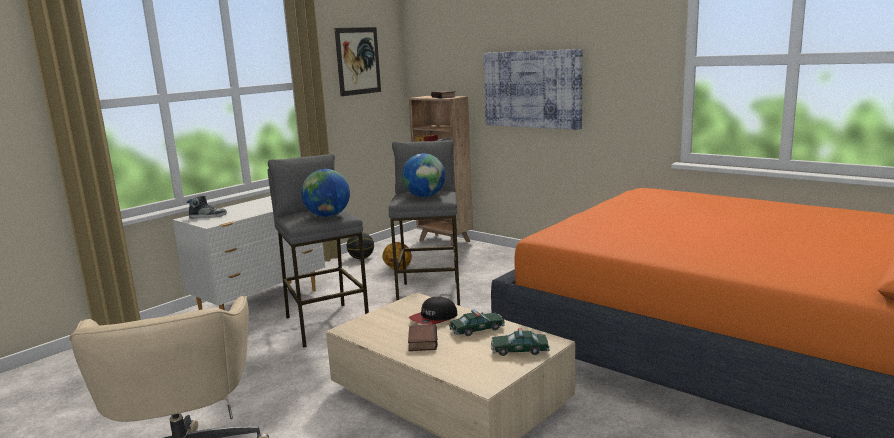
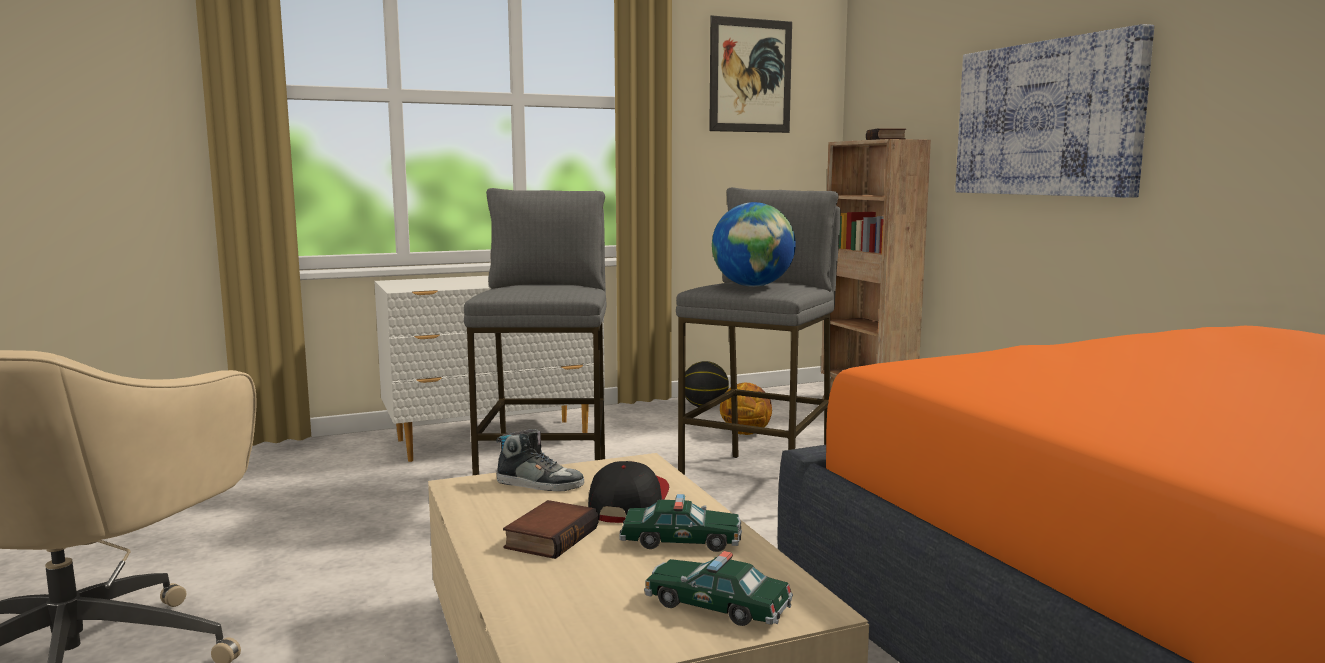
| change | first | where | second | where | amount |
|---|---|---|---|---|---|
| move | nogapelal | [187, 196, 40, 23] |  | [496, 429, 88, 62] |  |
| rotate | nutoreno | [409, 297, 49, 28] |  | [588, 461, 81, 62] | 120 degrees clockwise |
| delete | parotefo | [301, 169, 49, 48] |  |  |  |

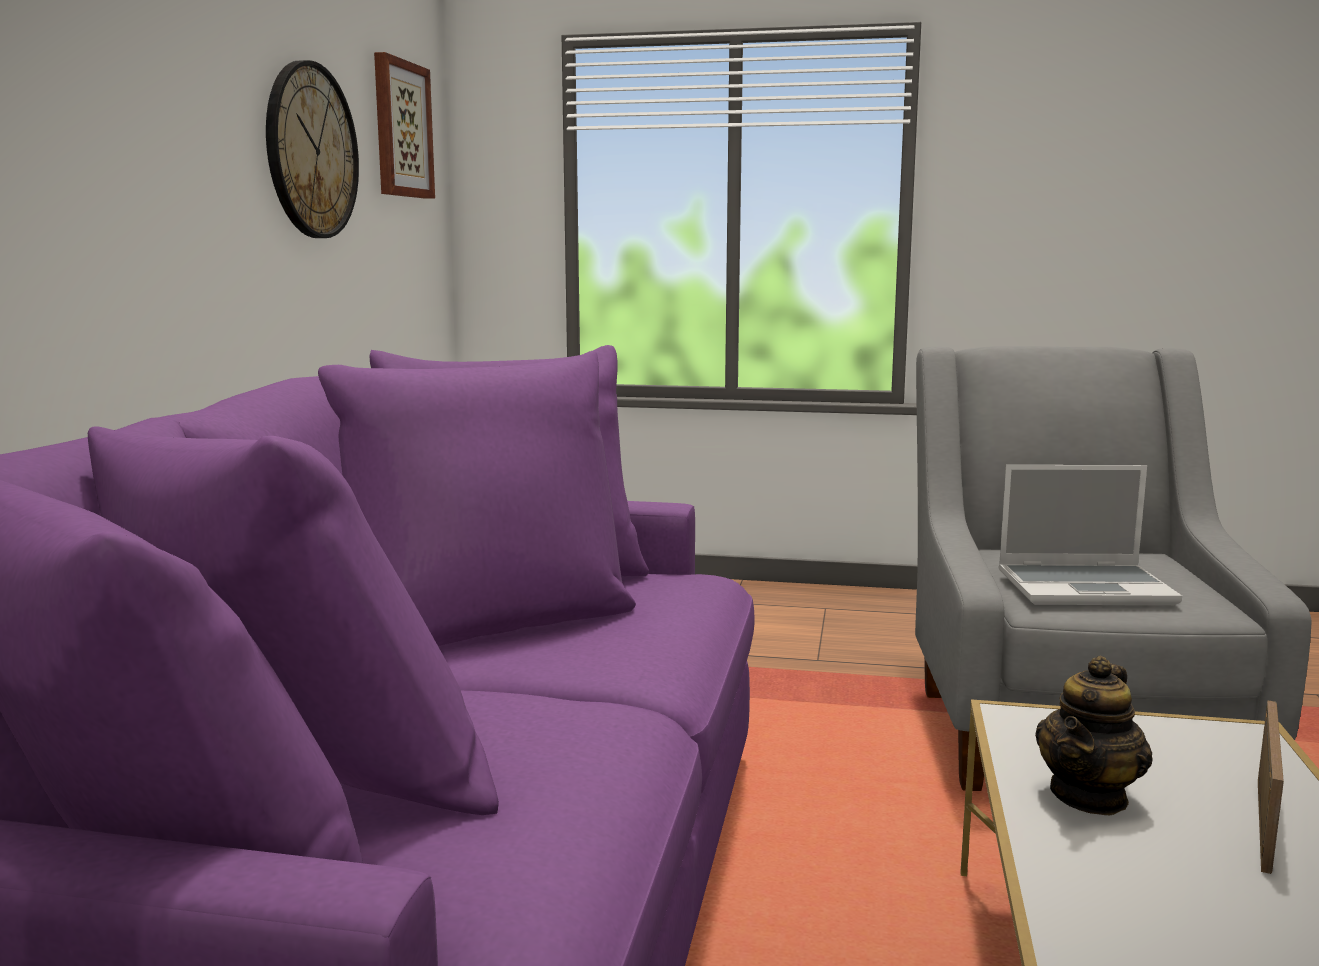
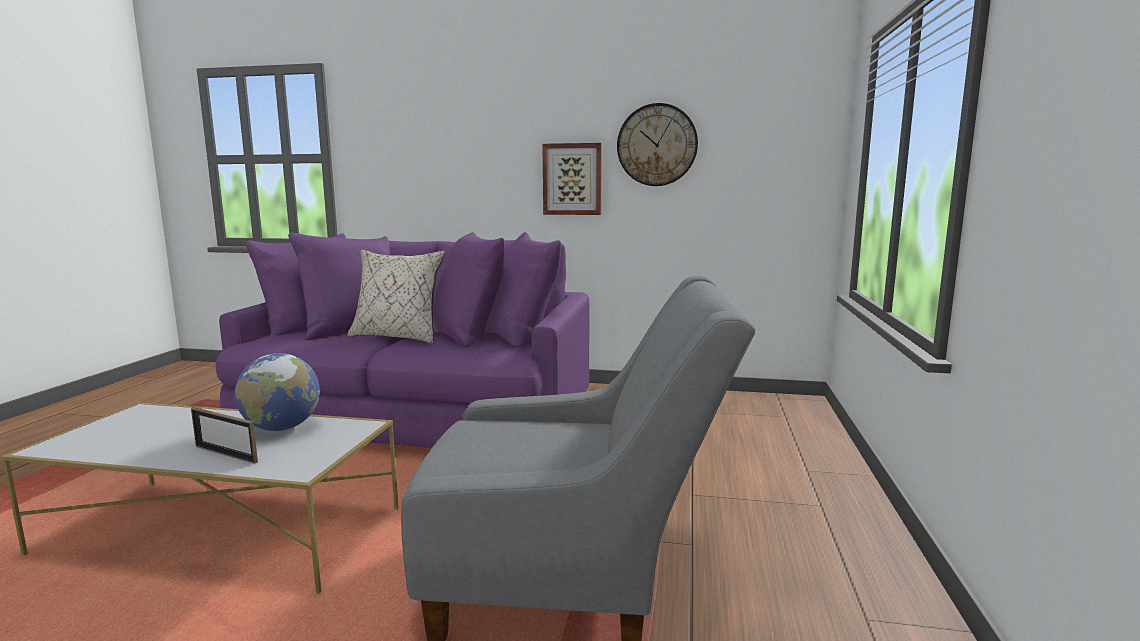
| change | first | where | second | where | amount |
|---|---|---|---|---|---|
| replace | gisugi | [1035, 655, 118, 161] | parotefo | [235, 353, 85, 78] |  |
| insert |  |  | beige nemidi | [348, 250, 97, 94] |  |
| move | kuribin | [374, 52, 61, 147] |  | [542, 143, 60, 72] |  |
| delete | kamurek | [999, 465, 183, 140] |  |  |  |

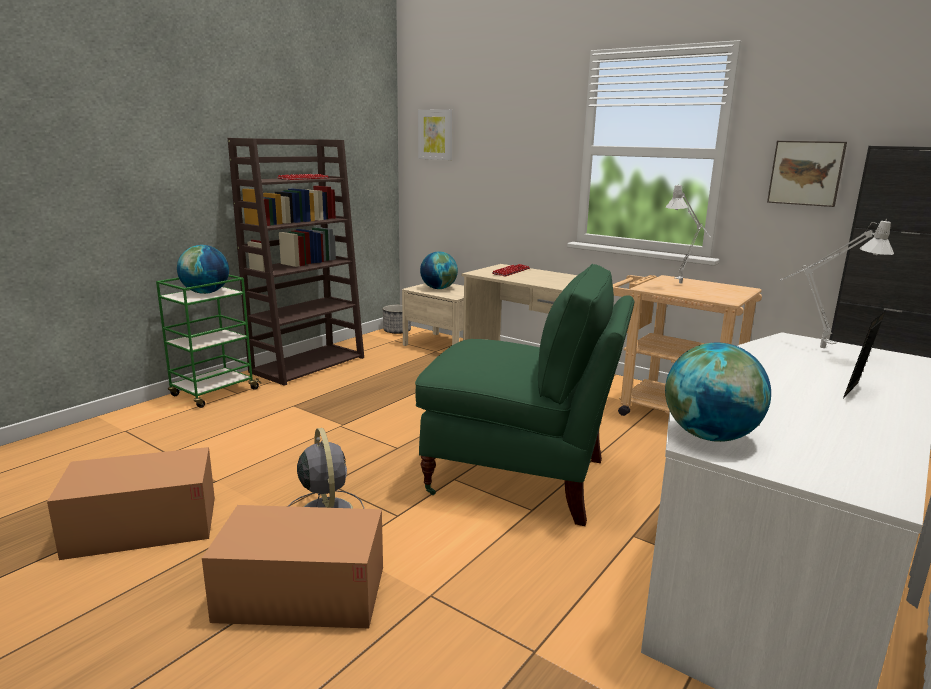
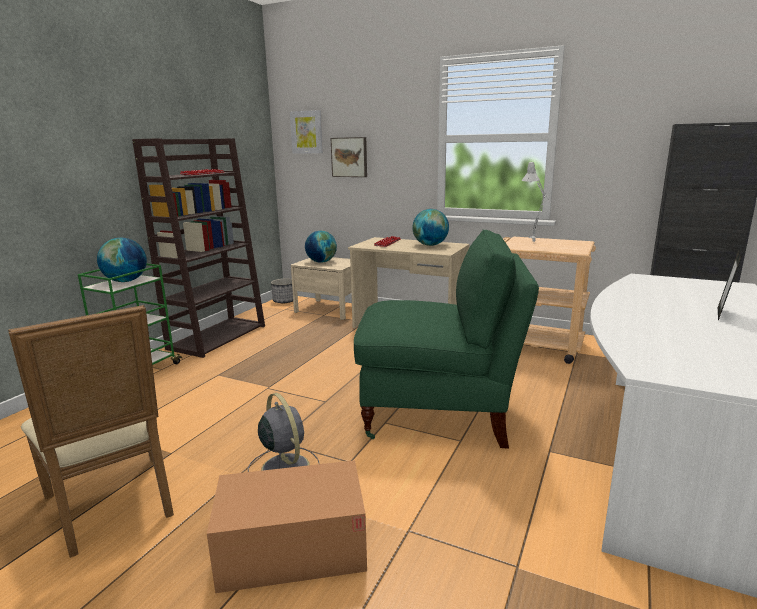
| change | first | where | second | where | amount |
|---|---|---|---|---|---|
| replace | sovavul | [47, 447, 168, 113] | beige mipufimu | [8, 305, 166, 253] |  |
| move | kuribin | [767, 141, 80, 66] |  | [330, 137, 37, 40] |  |
| move | parotefo | [665, 342, 106, 100] |  | [412, 209, 37, 37] |  |
| delete | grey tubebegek | [780, 219, 114, 129] |  |  |  |

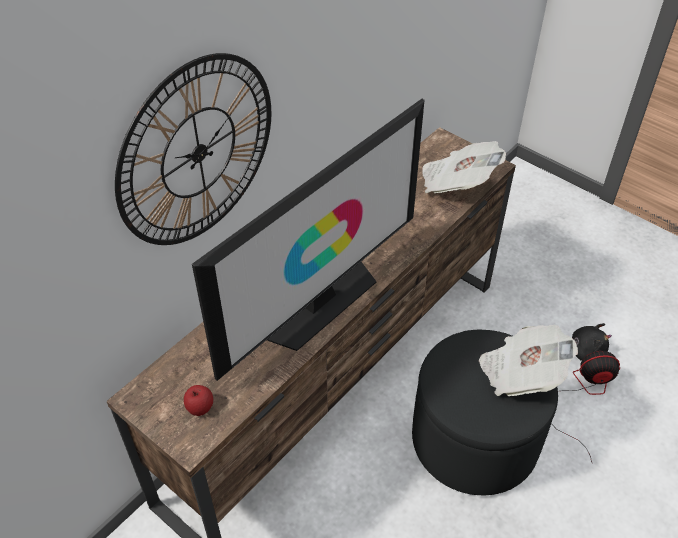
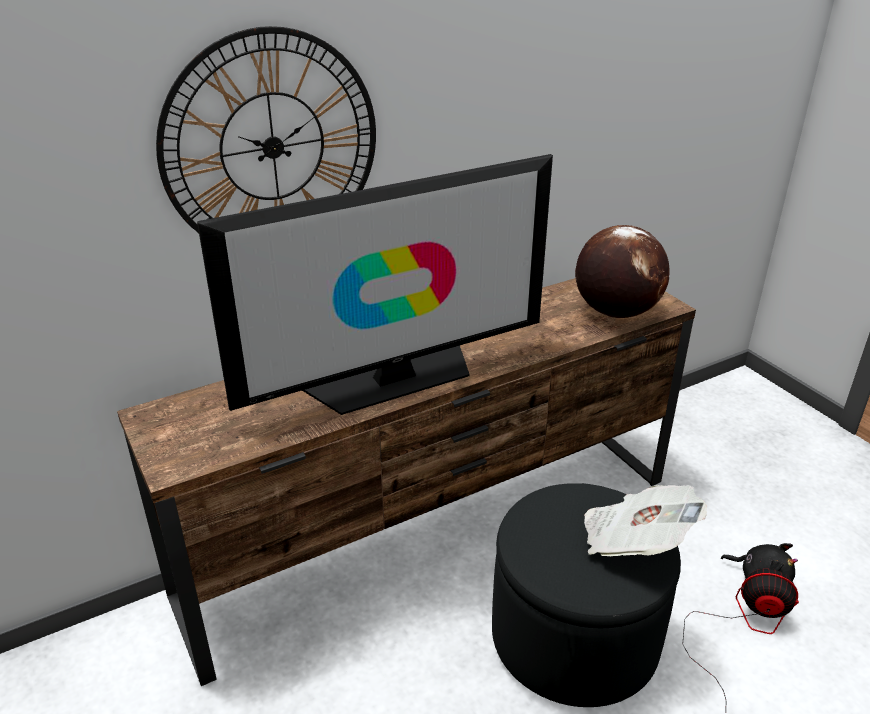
| change | first | where | second | where | amount |
|---|---|---|---|---|---|
| replace | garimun | [422, 141, 84, 52] | parotefo | [575, 225, 95, 93] |  |
| delete | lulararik | [184, 385, 29, 31] |  |  |  |

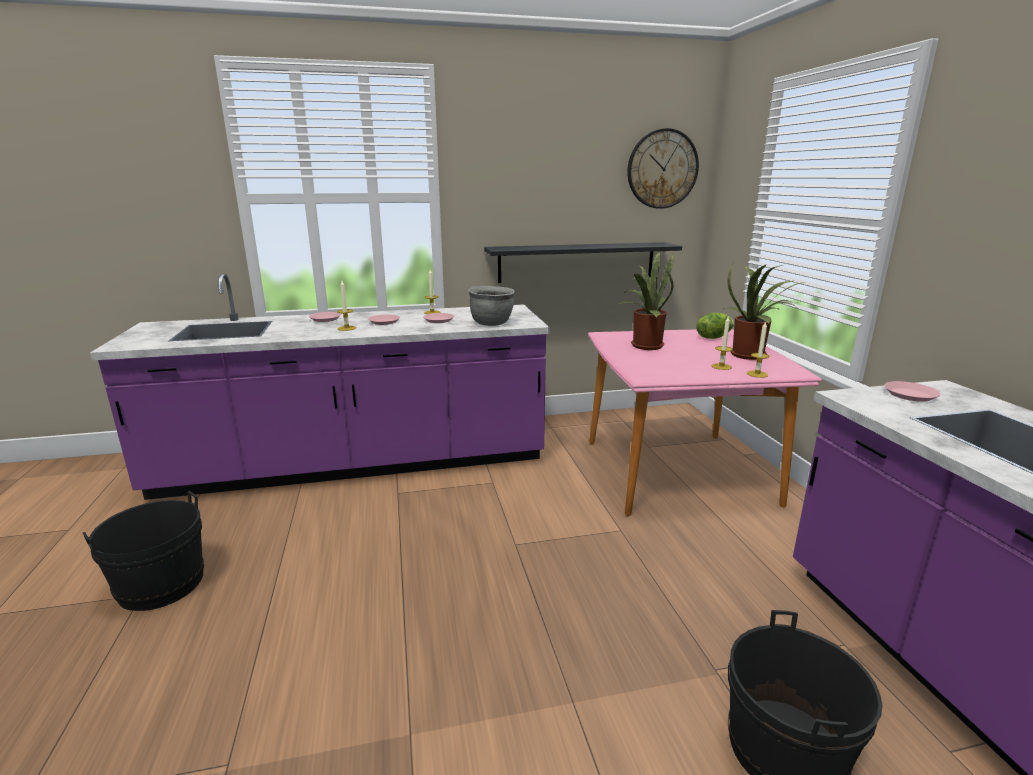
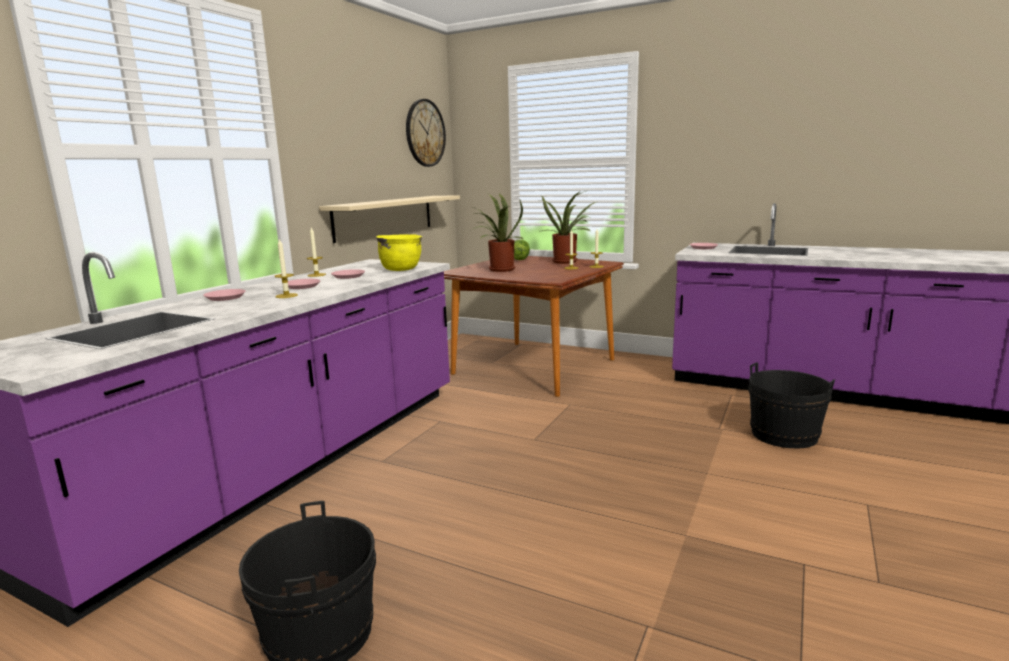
| change | first | where | second | where | amount |
|---|---|---|---|---|---|
| recolor | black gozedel | [484, 242, 198, 41] | beige gozedel | [319, 196, 141, 47] |  |
| recolor | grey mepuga | [468, 286, 47, 40] | yellow mepuga | [376, 234, 46, 37] |  |
| recolor | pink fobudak | [588, 329, 234, 187] | brown fobudak | [444, 256, 180, 141] |  |

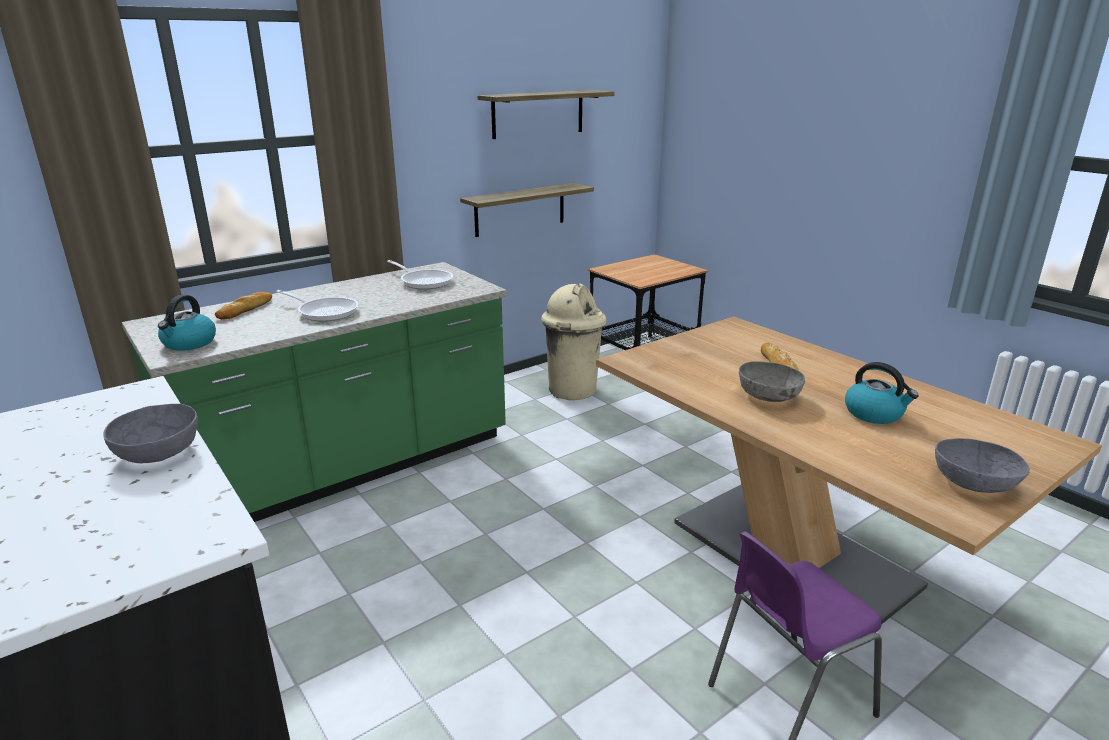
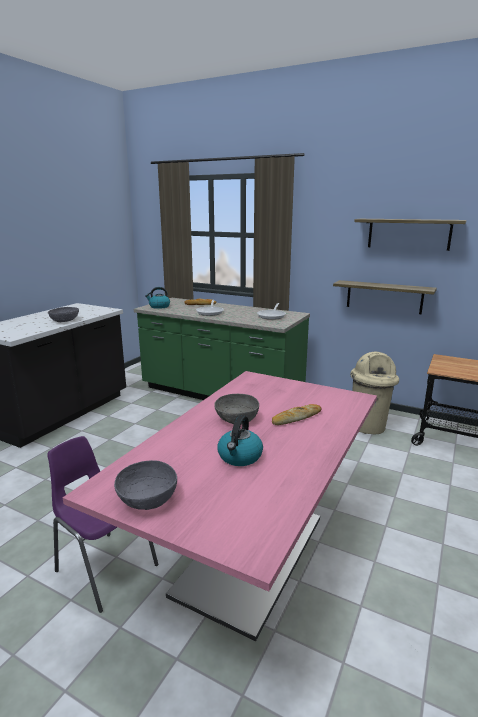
| change | first | where | second | where | amount |
|---|---|---|---|---|---|
| recolor | brown fobudak | [596, 316, 506, 309] | pink fobudak | [63, 371, 314, 270] |  |

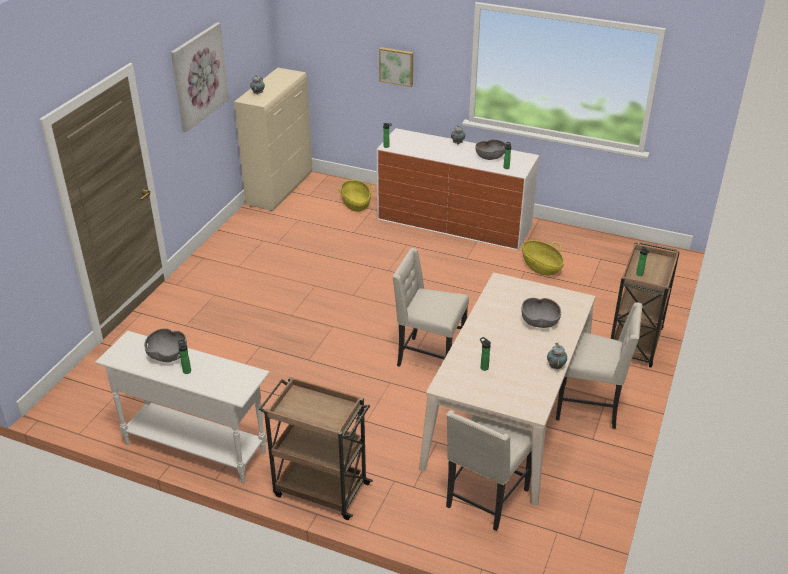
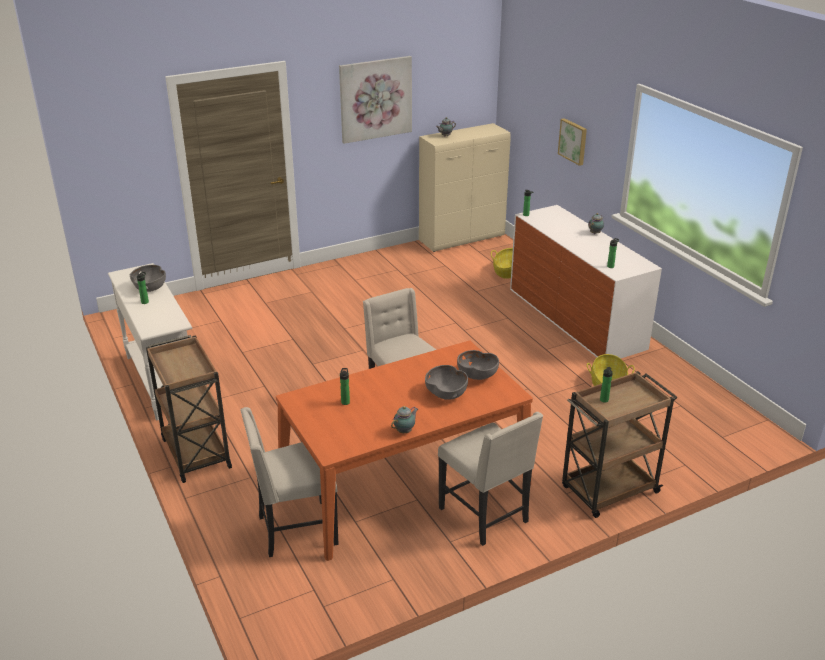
| change | first | where | second | where | amount |
|---|---|---|---|---|---|
| recolor | beige fobudak | [419, 273, 176, 233] | orange fobudak | [276, 340, 257, 221] |  |
| move | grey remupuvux | [476, 139, 30, 21] |  | [457, 350, 42, 30] |  |

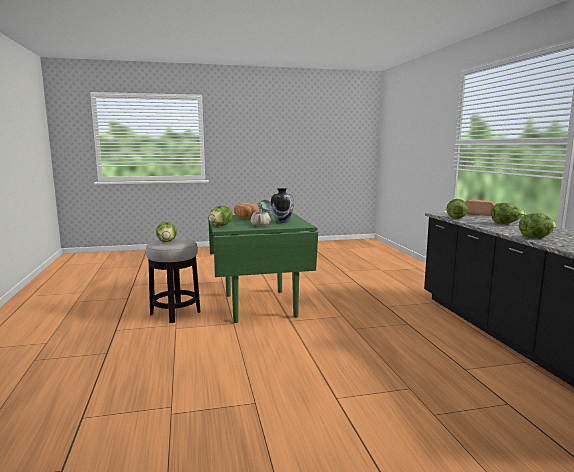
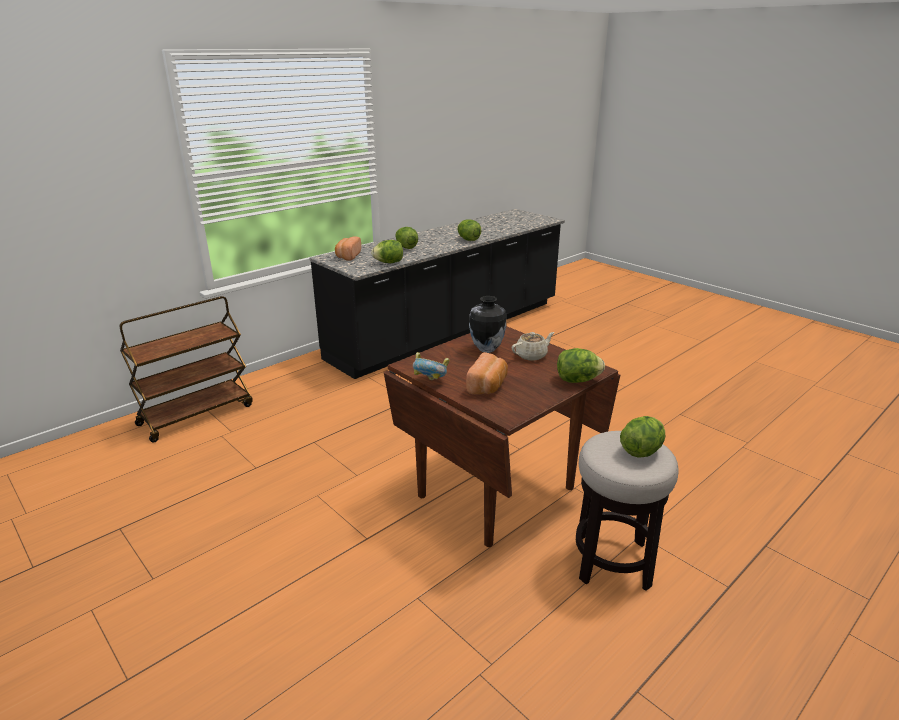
| change | first | where | second | where | amount |
|---|---|---|---|---|---|
| insert |  |  | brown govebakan | [120, 296, 133, 147] |  |
| recolor | green fobudak | [208, 213, 110, 110] | brown fobudak | [384, 326, 236, 221] |  |

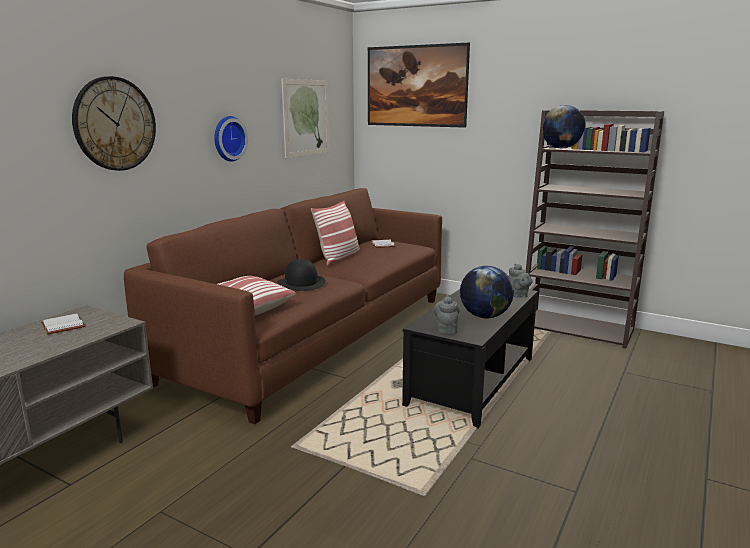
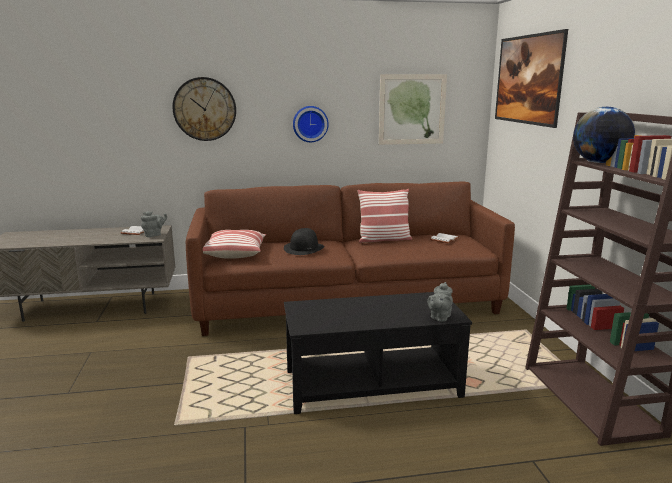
| change | first | where | second | where | amount |
|---|---|---|---|---|---|
| move | grey gisugi | [434, 295, 25, 39] |  | [141, 211, 26, 26] |  |
| delete | parotefo | [460, 266, 54, 52] |  |  |  |

